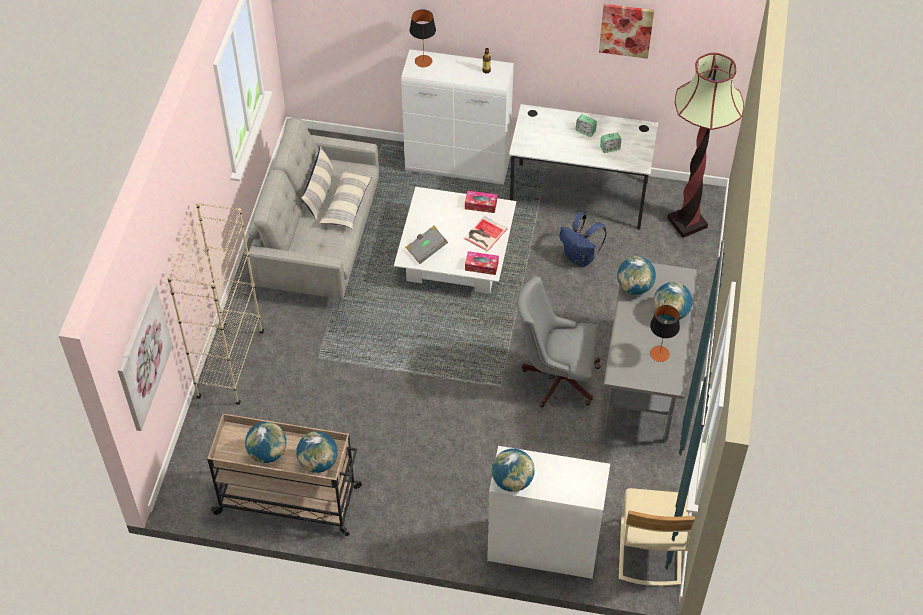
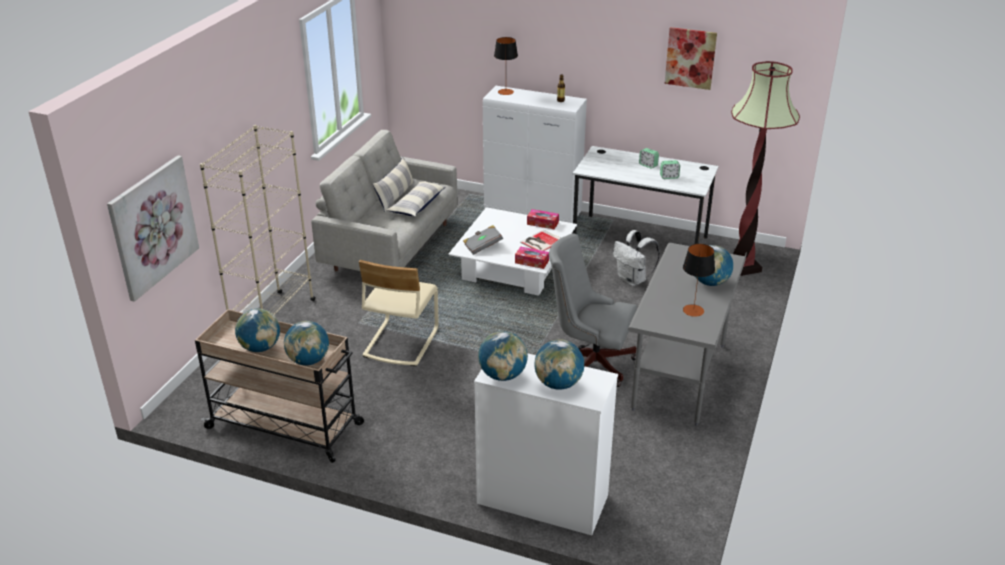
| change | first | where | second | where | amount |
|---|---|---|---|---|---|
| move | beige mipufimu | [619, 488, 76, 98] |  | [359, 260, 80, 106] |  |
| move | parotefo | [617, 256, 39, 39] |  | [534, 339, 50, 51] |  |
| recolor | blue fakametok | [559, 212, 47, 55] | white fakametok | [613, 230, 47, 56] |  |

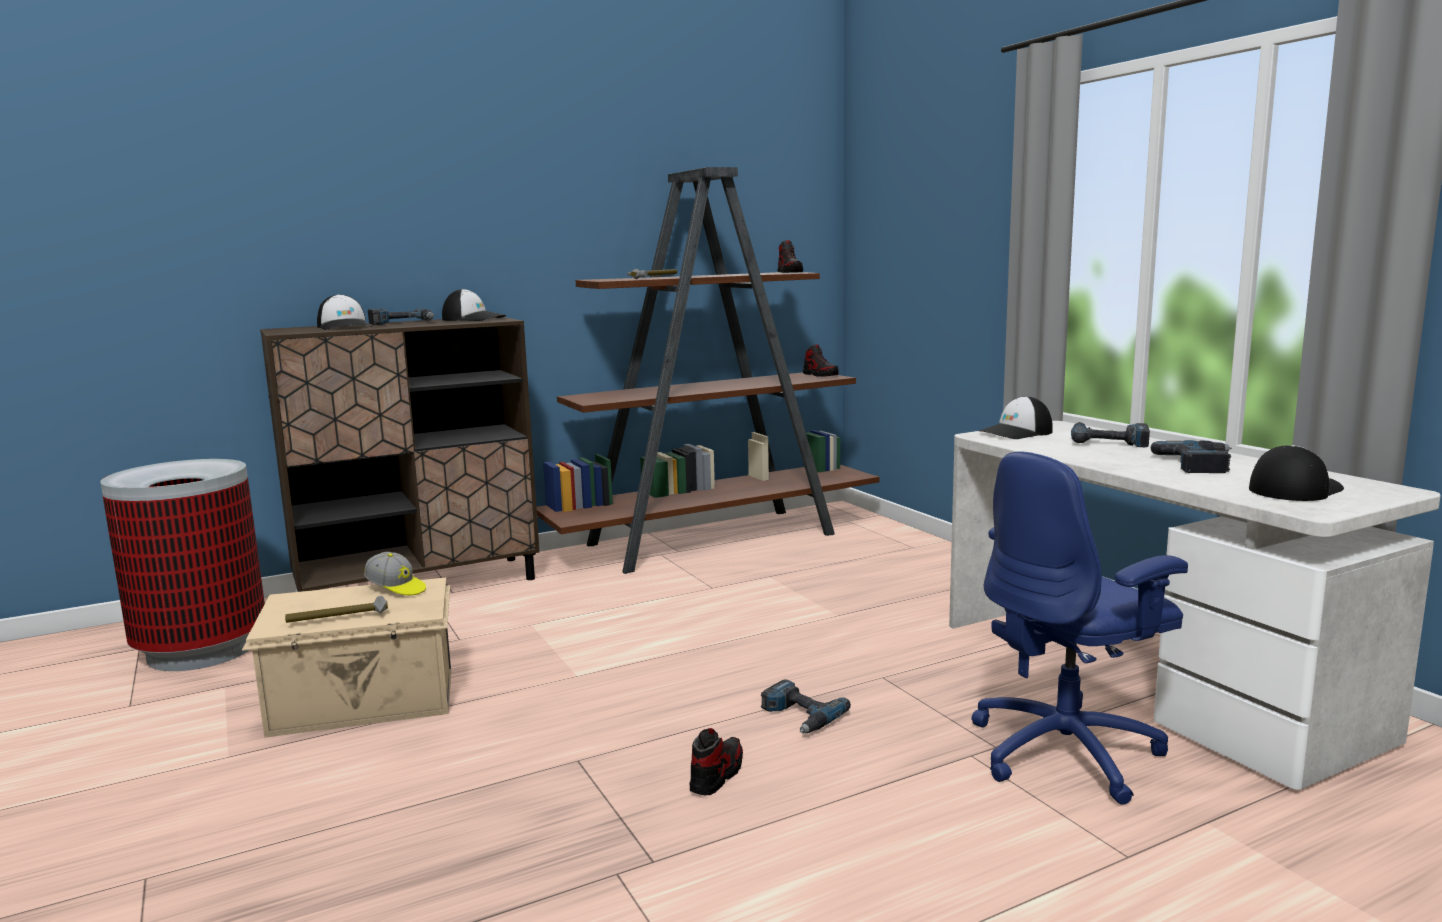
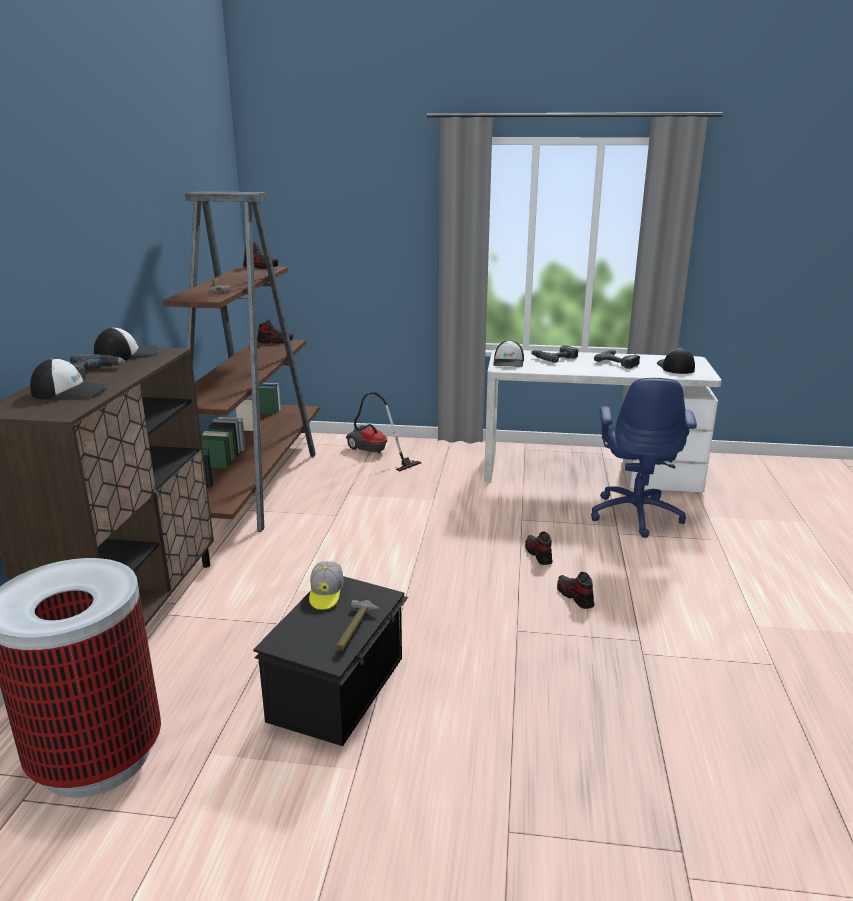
| change | first | where | second | where | amount |
|---|---|---|---|---|---|
| recolor | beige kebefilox | [242, 578, 209, 160] | black kebefilox | [254, 576, 154, 170] |  |
| rotate | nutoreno | [364, 552, 62, 43] |  | [309, 561, 35, 49] | 120 degrees clockwise |
| insert |  |  | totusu | [346, 392, 75, 80] |  |
| replace | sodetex | [761, 679, 90, 54] | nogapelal | [525, 531, 28, 34] |  |

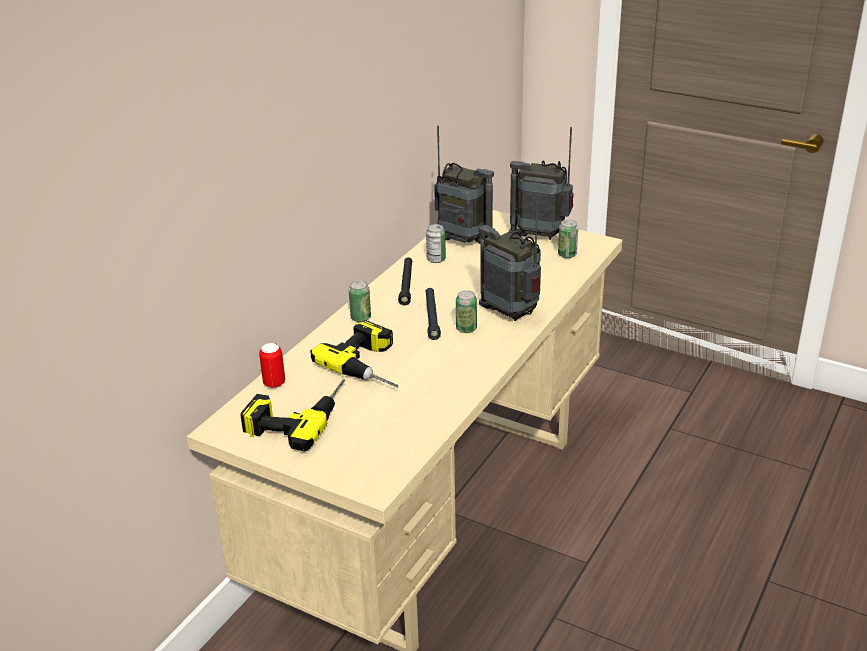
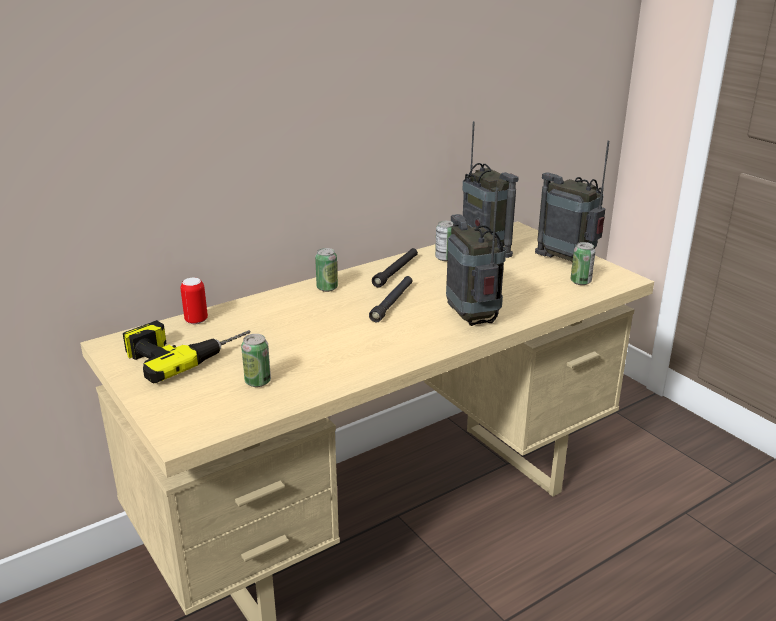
| change | first | where | second | where | amount |
|---|---|---|---|---|---|
| move | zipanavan | [456, 290, 21, 43] |  | [241, 334, 30, 53] |  |
| delete | sodetex | [310, 320, 89, 68] |  |  |  |

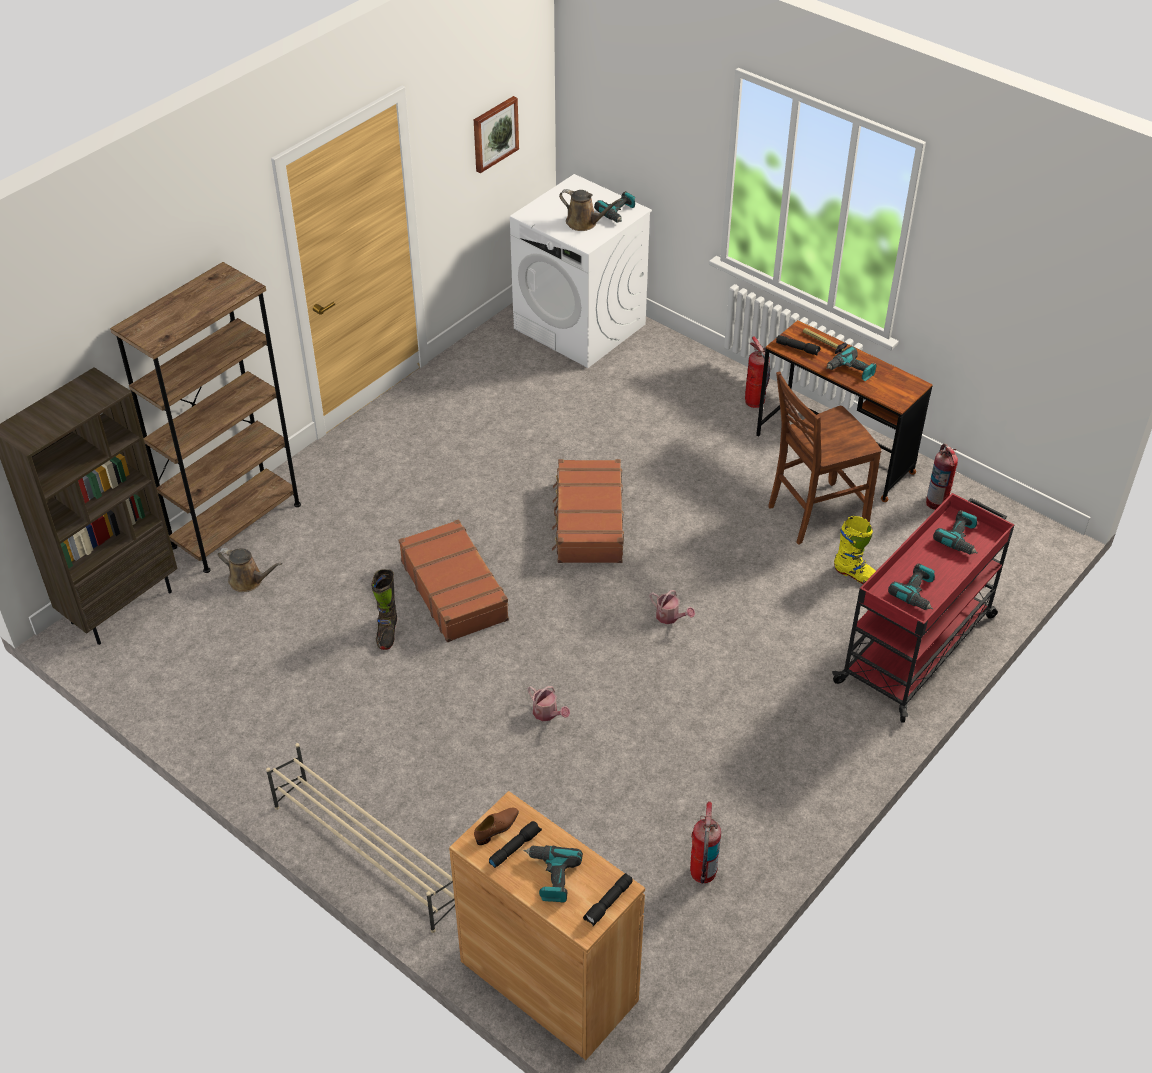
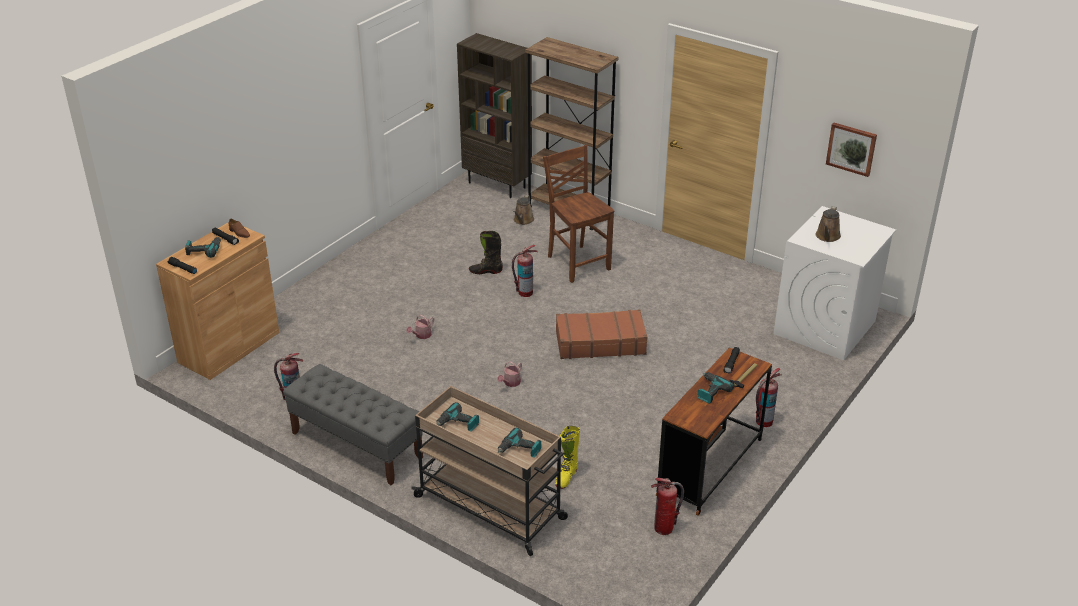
| change | first | where | second | where | amount |
|---|---|---|---|---|---|
| insert |  |  | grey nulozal | [283, 364, 140, 121] |  |
| recolor | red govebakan | [832, 493, 182, 229] | beige govebakan | [411, 386, 157, 170] |  |
| replace | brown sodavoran | [399, 520, 110, 122] | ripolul | [512, 245, 26, 52] |  |
| move | brown mipufimu | [769, 371, 113, 173] |  | [543, 145, 71, 138] |  |
| delete | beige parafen | [266, 743, 189, 190] |  |  |  |
| delete | sodetex | [594, 191, 41, 32] |  |  |  |

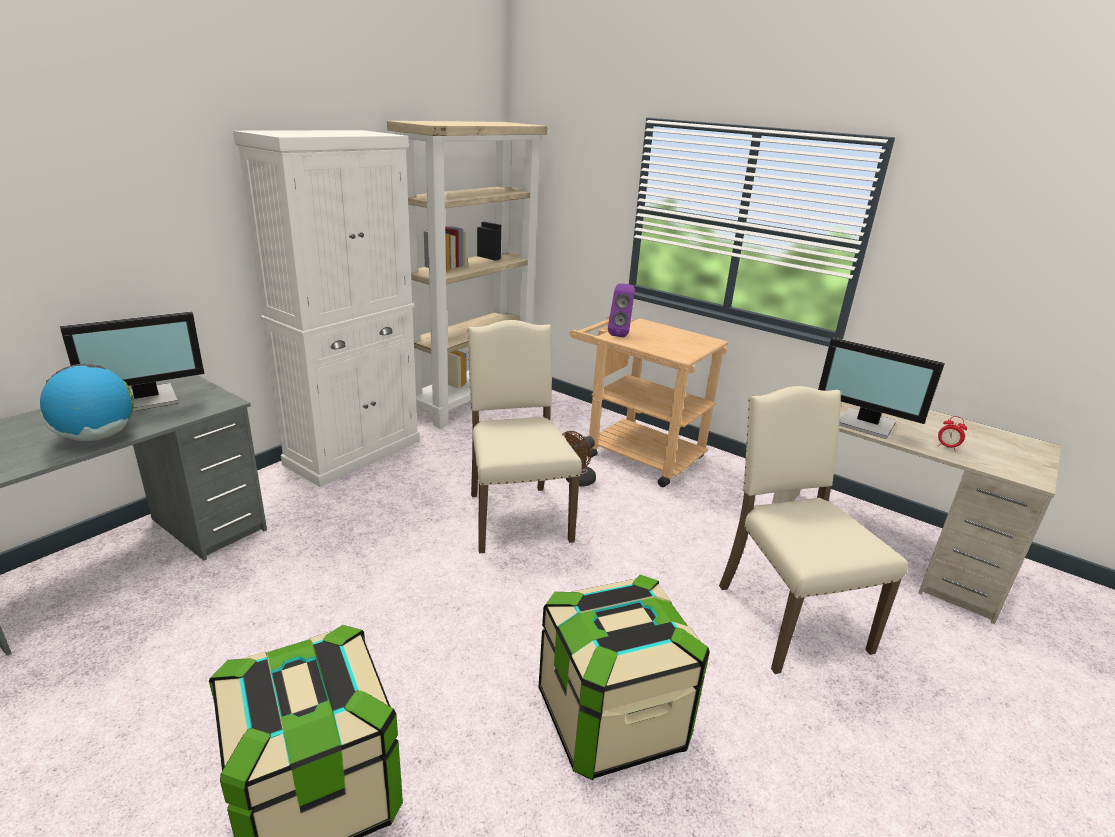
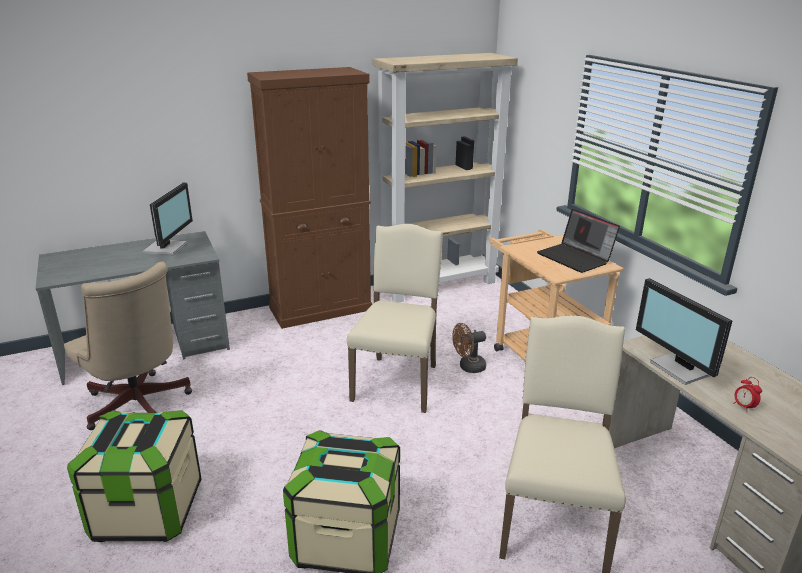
| change | first | where | second | where | amount |
|---|---|---|---|---|---|
| insert |  |  | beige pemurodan | [64, 262, 128, 168] |  |
| rotate | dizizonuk | [60, 311, 144, 100] |  | [142, 183, 51, 72] | 75 degrees counterclockwise |
| recolor | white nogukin | [233, 130, 187, 357] | brown nogukin | [247, 67, 125, 262] |  |
| insert |  |  | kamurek | [537, 209, 83, 64] |  |
| delete | parotefo | [40, 364, 94, 77] |  |  |  |
| delete | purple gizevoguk | [608, 284, 27, 53] |  |  |  |

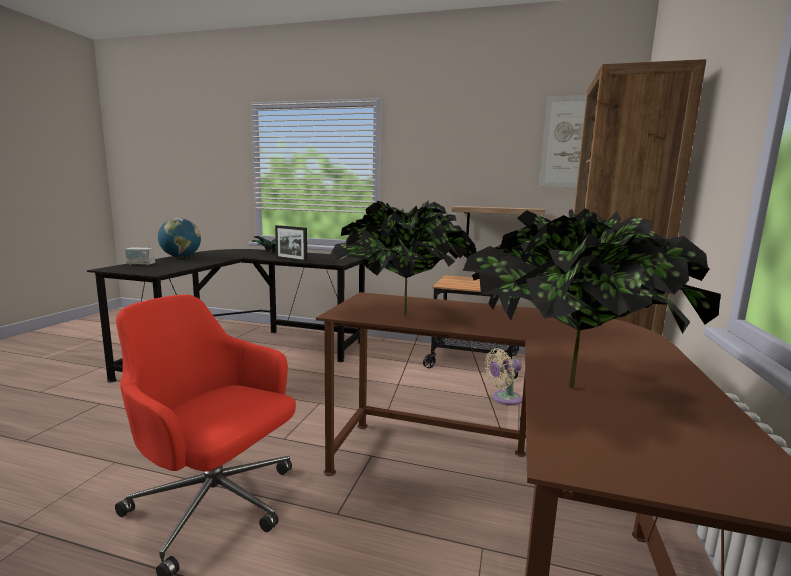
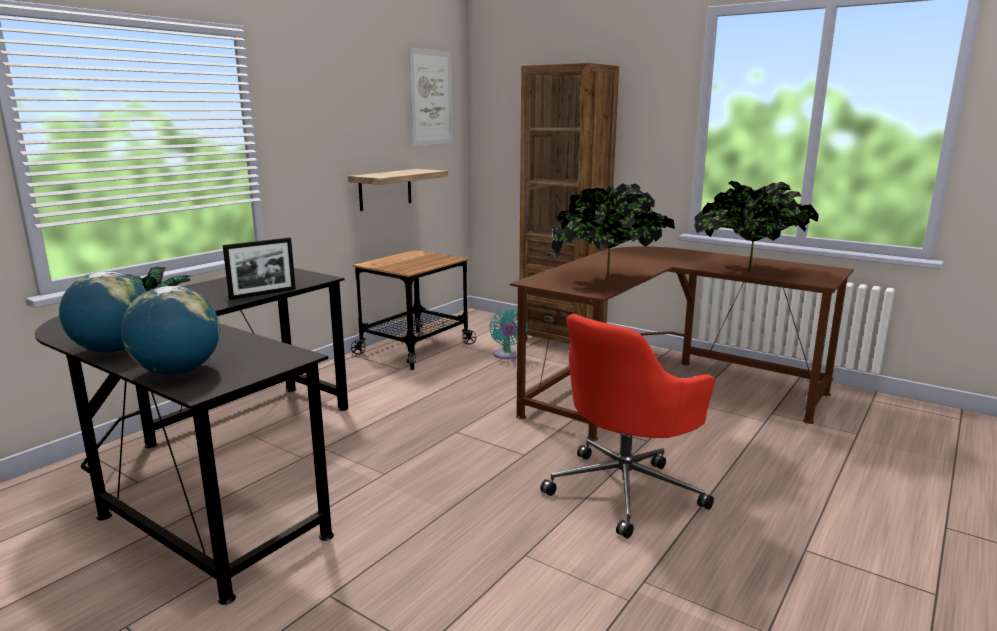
| change | first | where | second | where | amount |
|---|---|---|---|---|---|
| replace | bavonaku | [125, 236, 30, 30] | parotefo | [121, 286, 99, 89] |  |
| recolor | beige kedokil | [485, 349, 37, 56] | turquoise kedokil | [489, 309, 38, 50] |  |

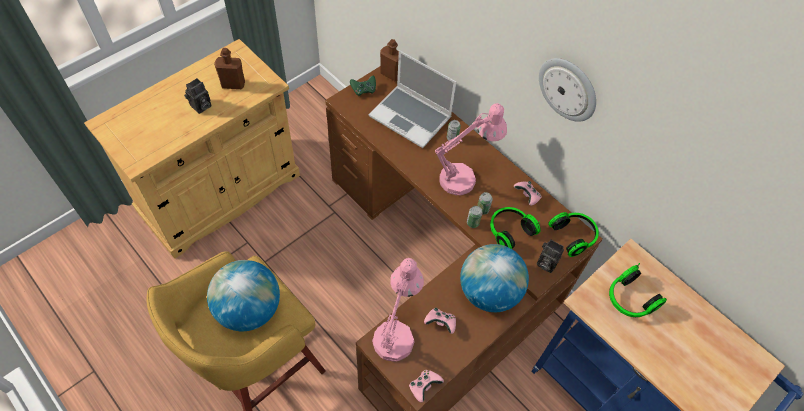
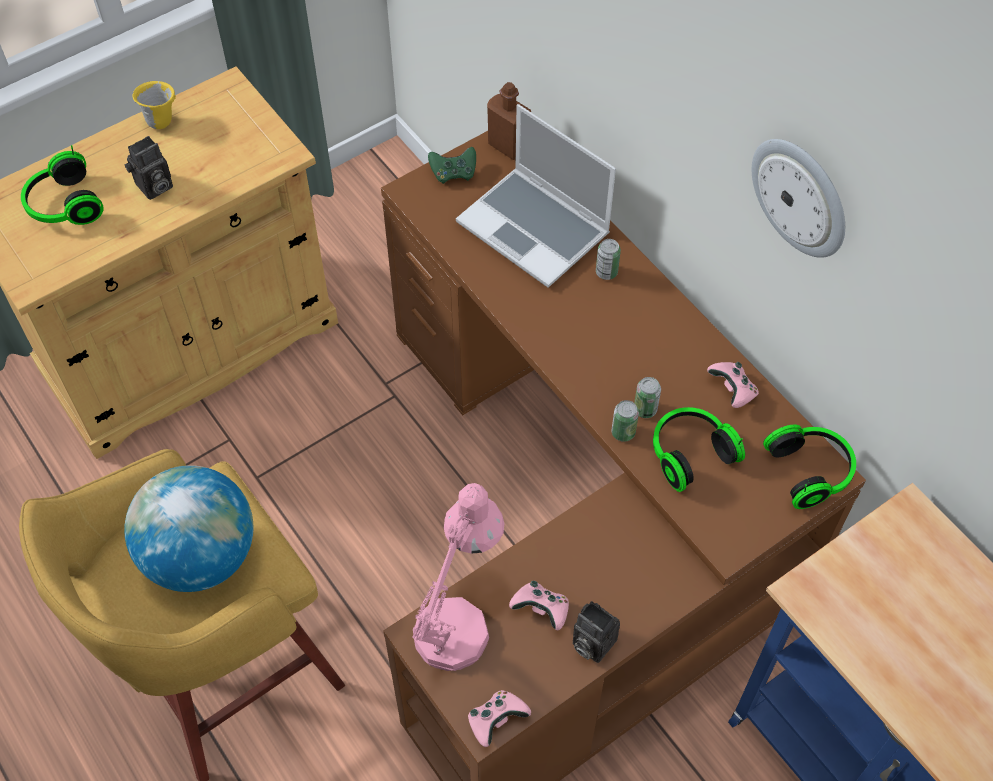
| change | first | where | second | where | amount |
|---|---|---|---|---|---|
| move | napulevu | [609, 263, 58, 54] |  | [21, 145, 83, 80] |  |
| insert |  |  | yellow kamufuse | [133, 81, 43, 48] |  |
| move | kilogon | [536, 239, 28, 34] |  | [573, 601, 47, 62] |  |
| delete | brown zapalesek | [214, 48, 31, 41] |  |  |  |
| delete | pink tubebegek | [435, 103, 72, 92] |  |  |  |
| delete | parotefo | [460, 244, 69, 68] |  |  |  |

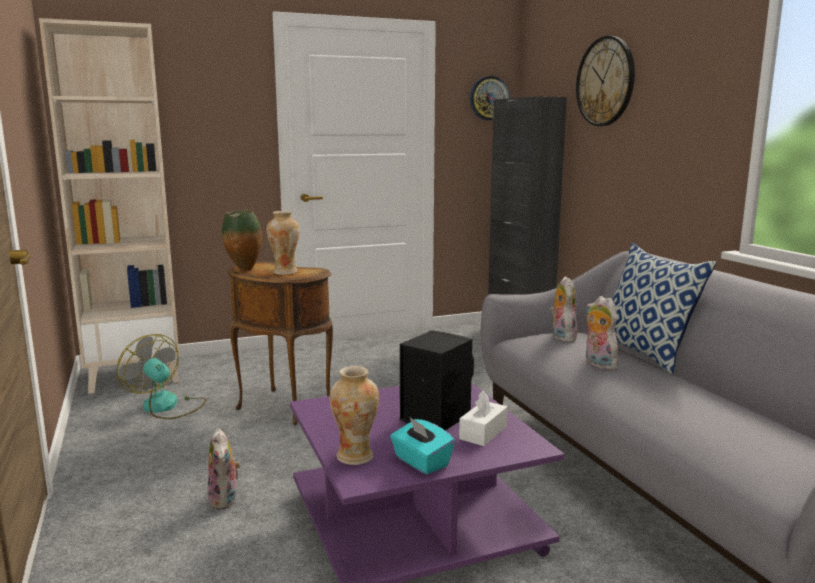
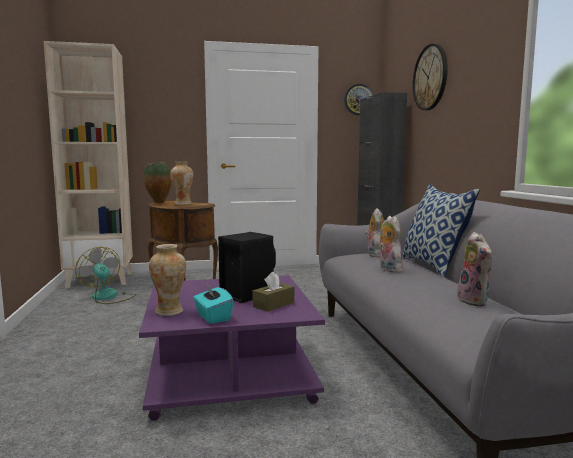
| change | first | where | second | where | amount |
|---|---|---|---|---|---|
| recolor | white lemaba | [459, 391, 48, 55] | brown lemaba | [253, 272, 41, 40] |  |
| move | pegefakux | [207, 428, 34, 82] |  | [457, 232, 35, 74] |  |

